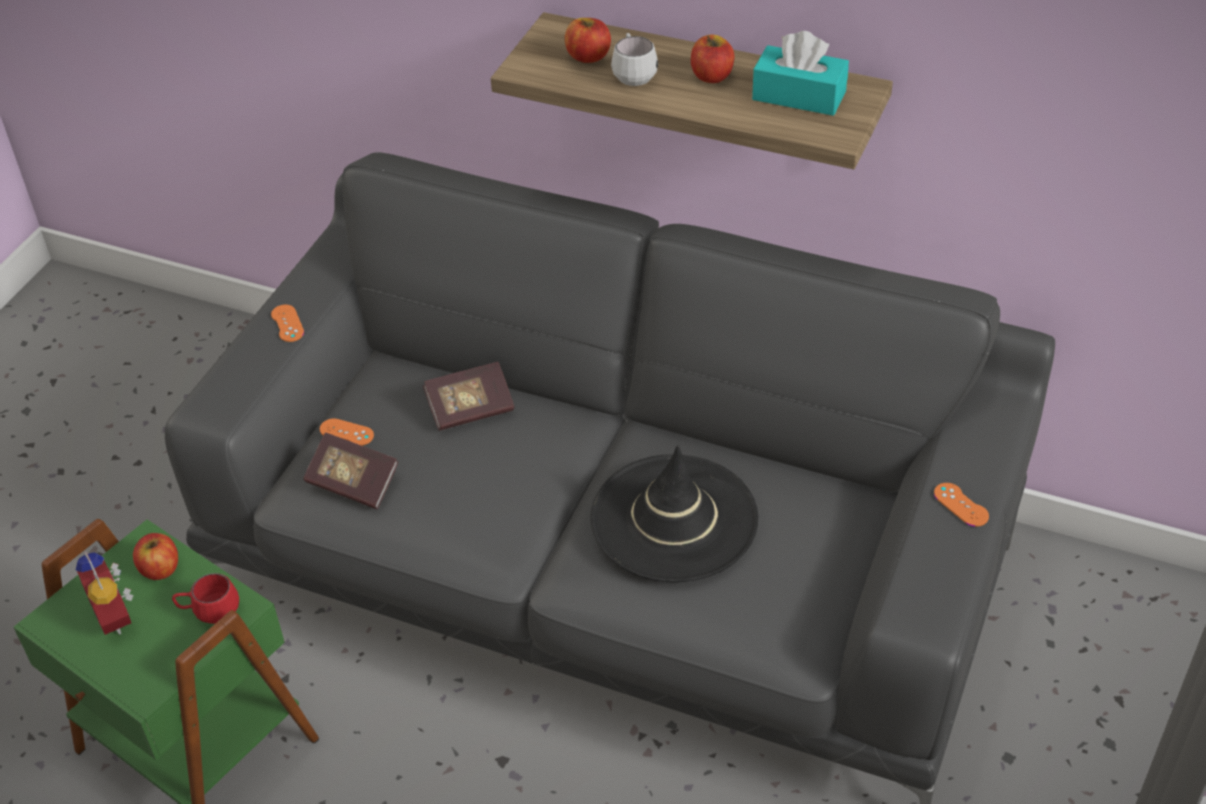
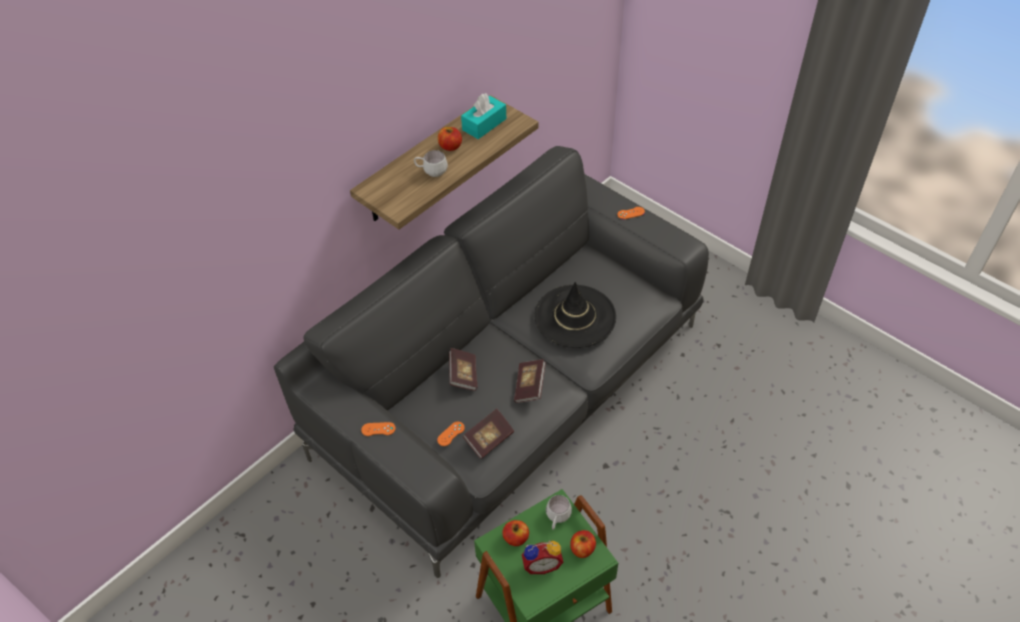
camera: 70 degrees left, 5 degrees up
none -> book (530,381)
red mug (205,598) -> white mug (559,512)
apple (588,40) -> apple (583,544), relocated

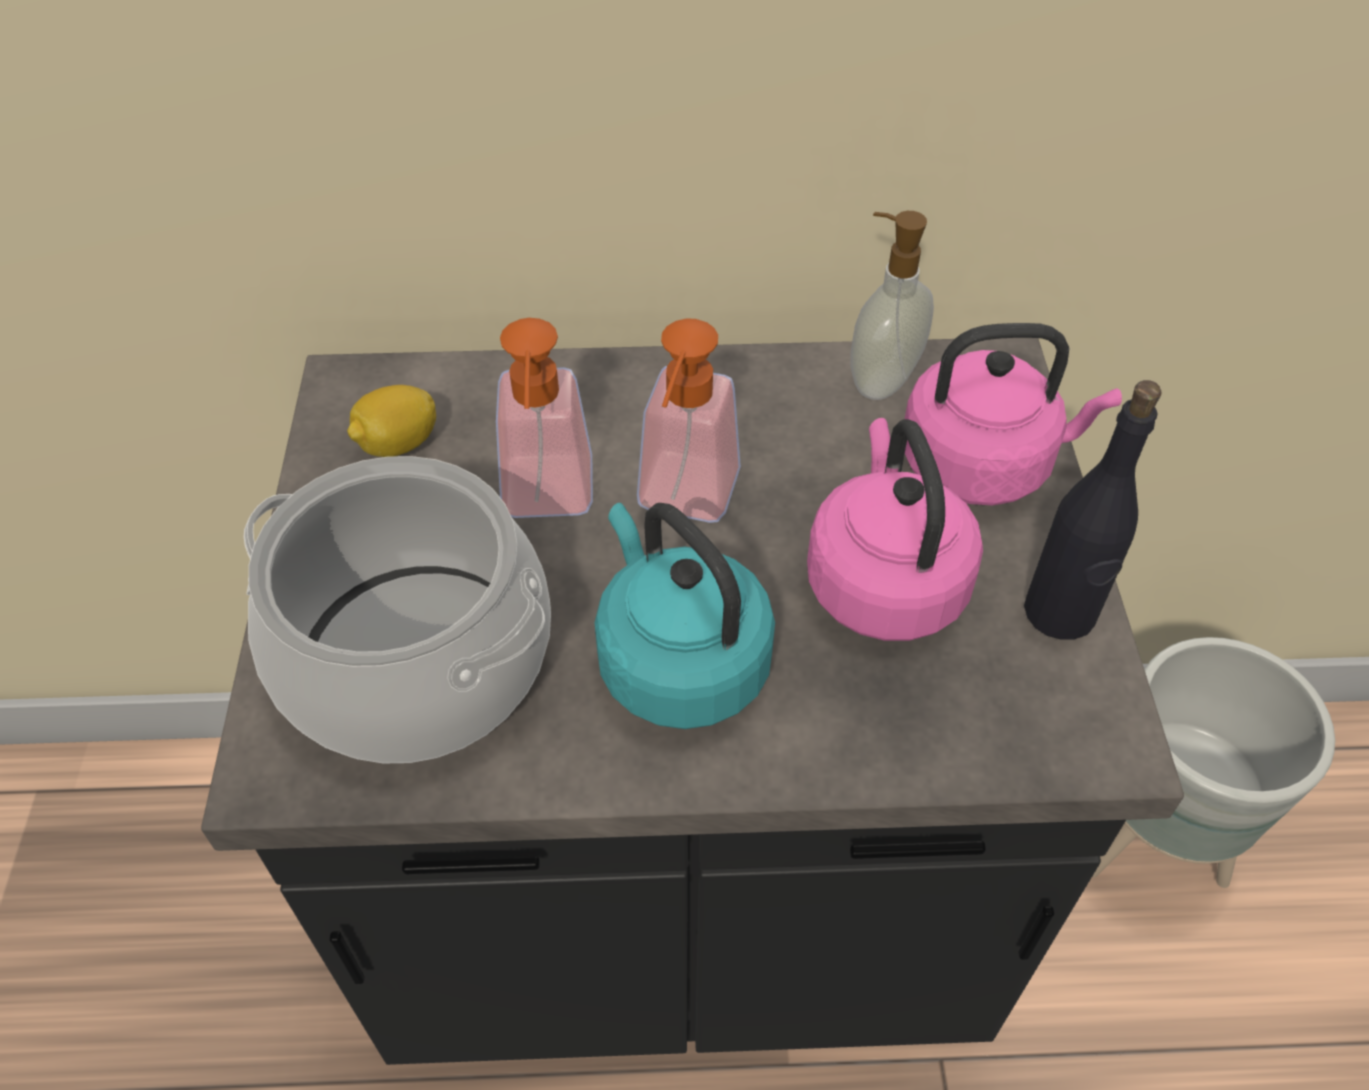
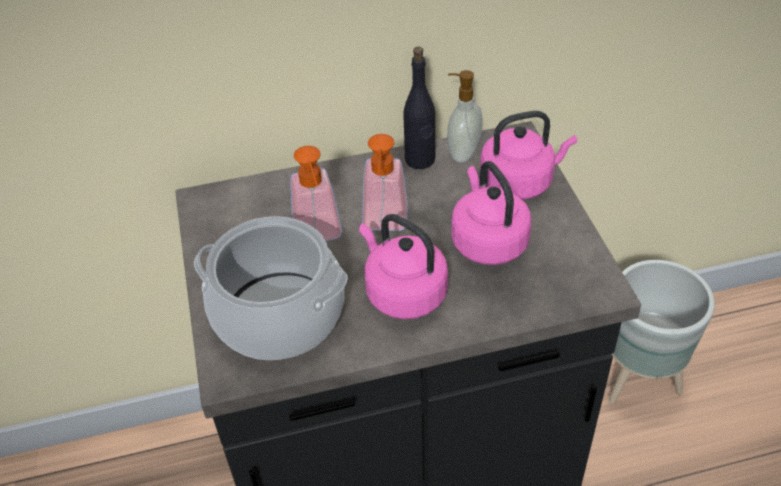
camera: 10 degrees left, 5 degrees down
turquoise kettle (685,616) -> pink kettle (403,266)
black bottle (1093,510) -> black bottle (419,108), relocated
lemon (391,421) -> none

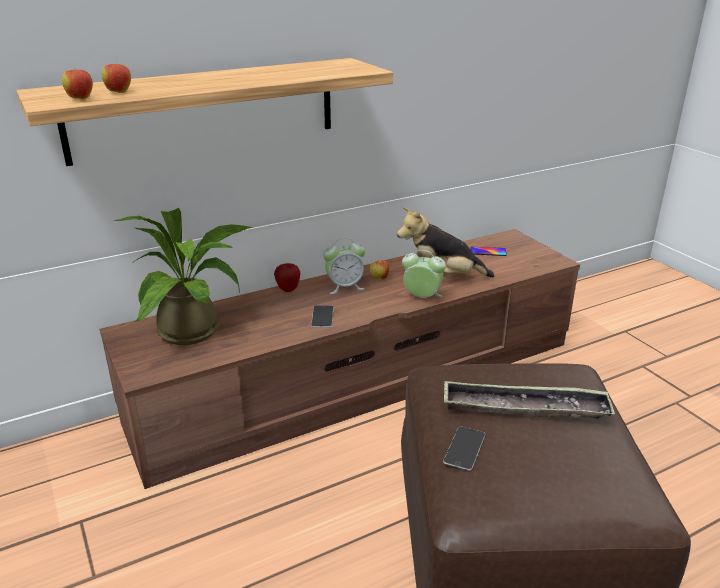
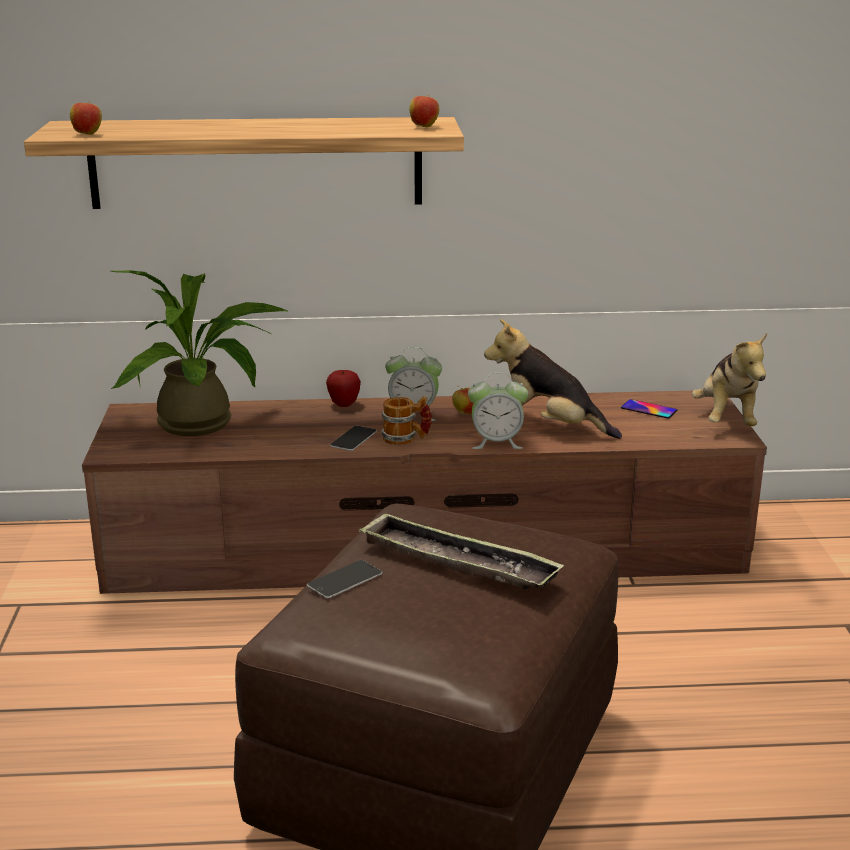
camera: 25 degrees right, 5 degrees down
none -> mug (406,420)
apple (116,77) -> apple (424,111), relocated
alarm clock (424,274) -> alarm clock (498,410), 135 degrees clockwise
none -> plush toy (729,379)

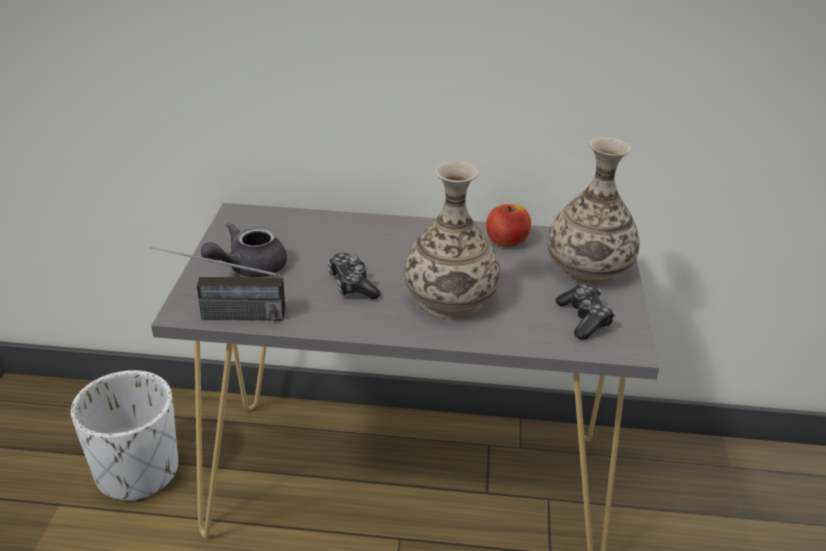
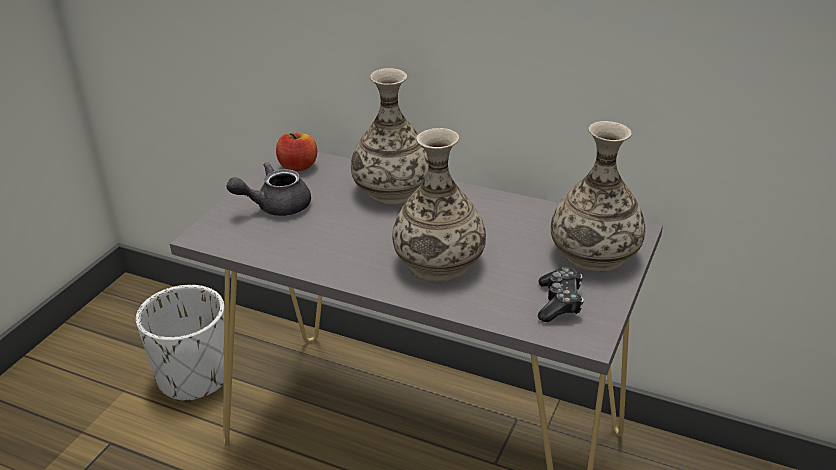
camera: 20 degrees right, 0 degrees up
apple (508,225) -> apple (296,151), relocated
none -> vase (390,136)
radio (217,283) -> none
game controller (354,276) -> none

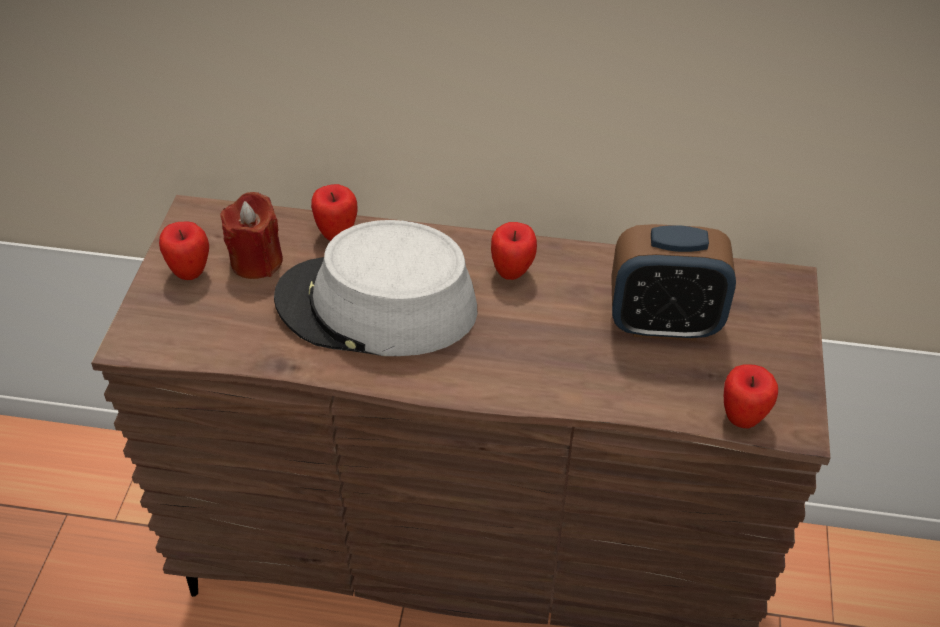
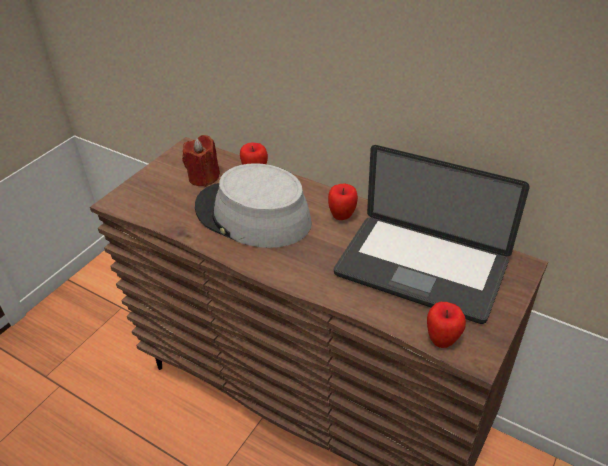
camera: 25 degrees right, 5 degrees down
alarm clock (674,282) -> laptop (432,234)
apple (184,250) -> none

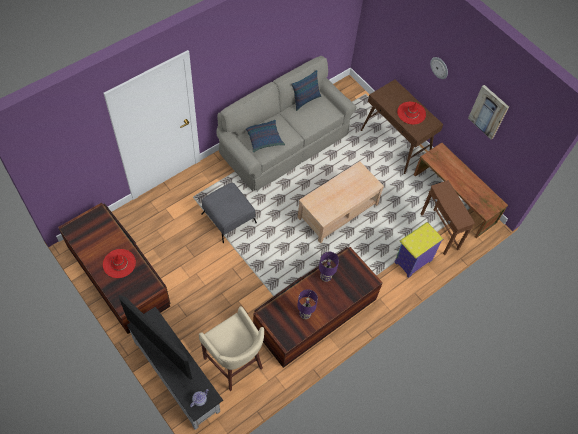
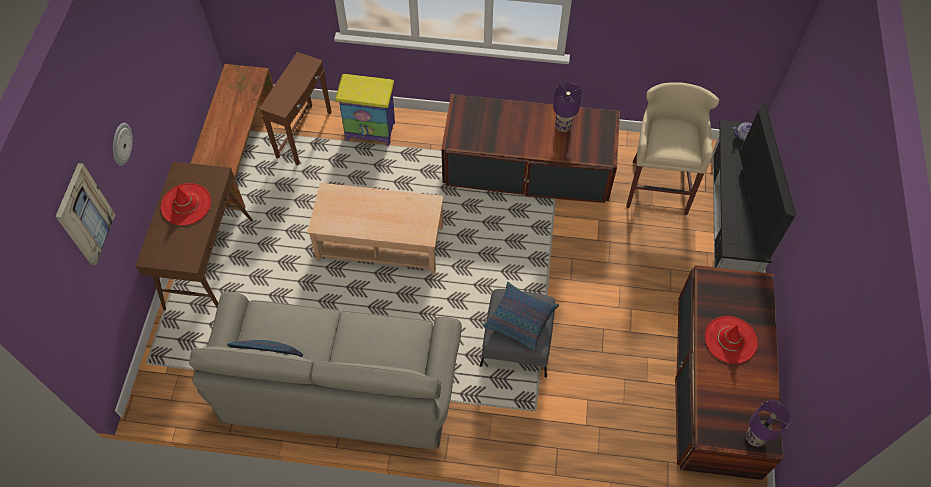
camera: 130 degrees left, 0 degrees up
picture (488,112) -> picture (85,214), relocated
blue pillow (265,136) -> blue pillow (521,316), relocated
purple table lamp (329,267) -> purple table lamp (768,423), relocated

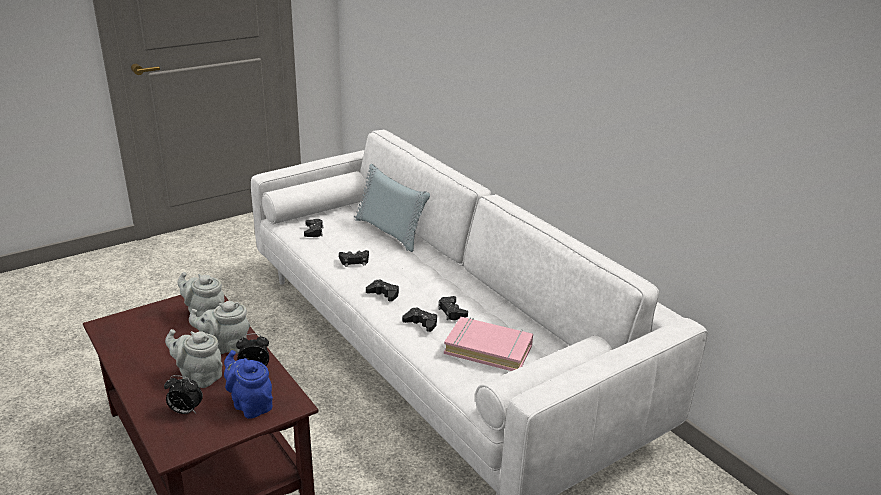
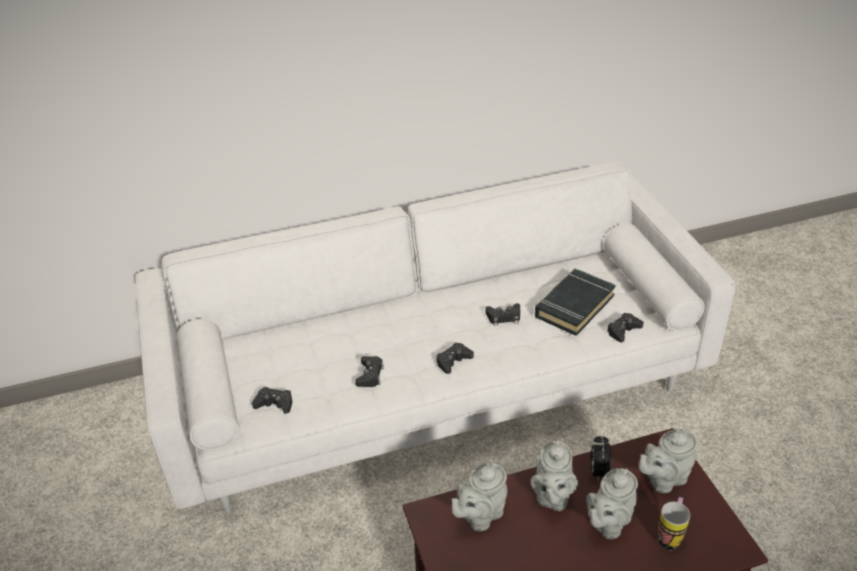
camera: 70 degrees left, 10 degrees up
pink book (488,344) -> black book (575,302)
black game controller (419,319) -> black game controller (625,327), relocated
blue teapot (248,384) -> grey teapot (668,461)
alarm clock (183,394) -> mug (674,523)
blue pillow (392,208) -> none

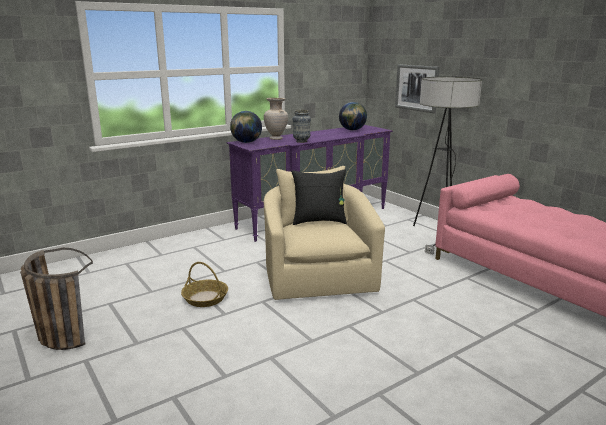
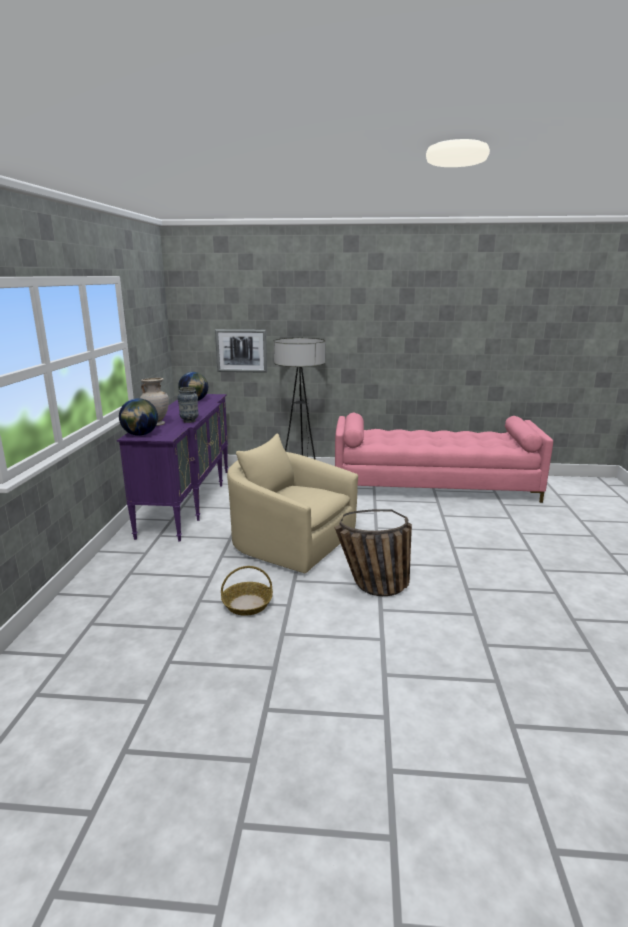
camera: 50 degrees left, 0 degrees up
basket (56,299) -> basket (373,552), relocated
black pillow (319,197) -> none

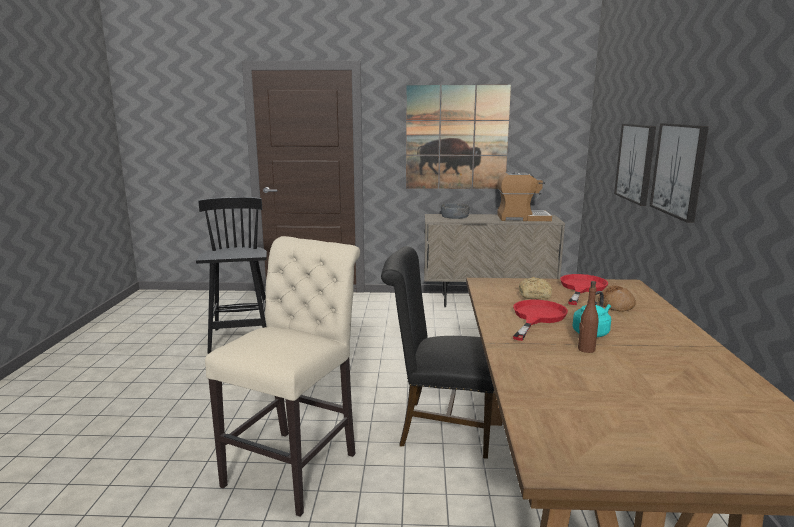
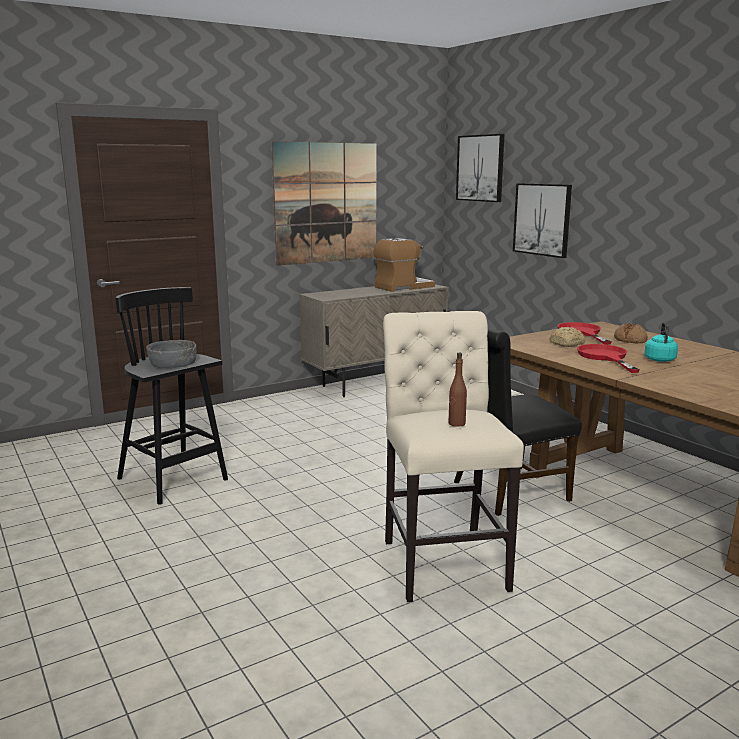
camera: 35 degrees left, 0 degrees up
grey bowl (455,211) -> grey bowl (171,354), relocated
brown bottle (588,317) -> brown bottle (457,390), relocated
picture (679,173) -> picture (480,168), relocated

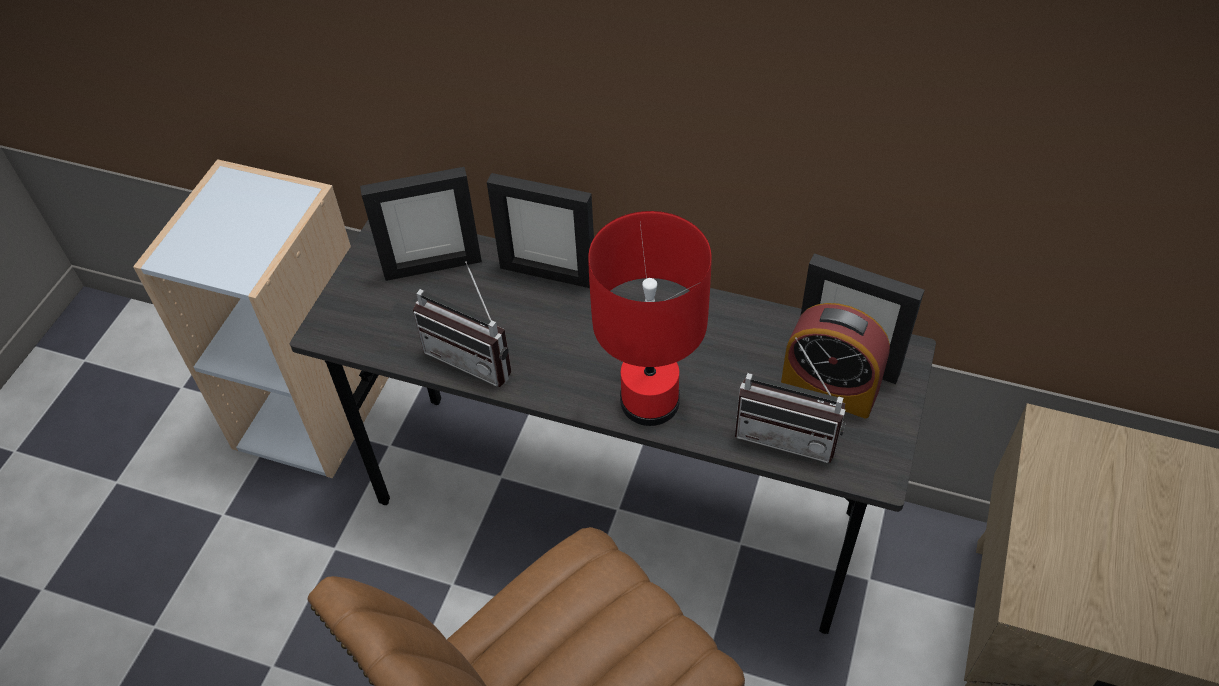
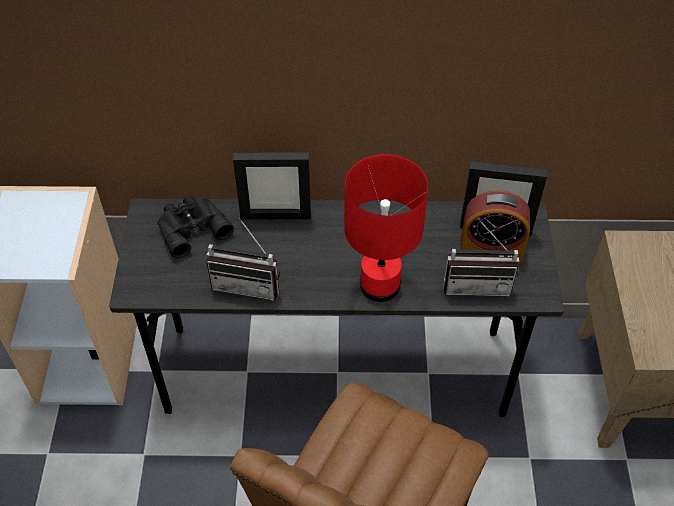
camera: 20 degrees left, 0 degrees up
picture frame (421,224) -> black binoculars (196,227)

